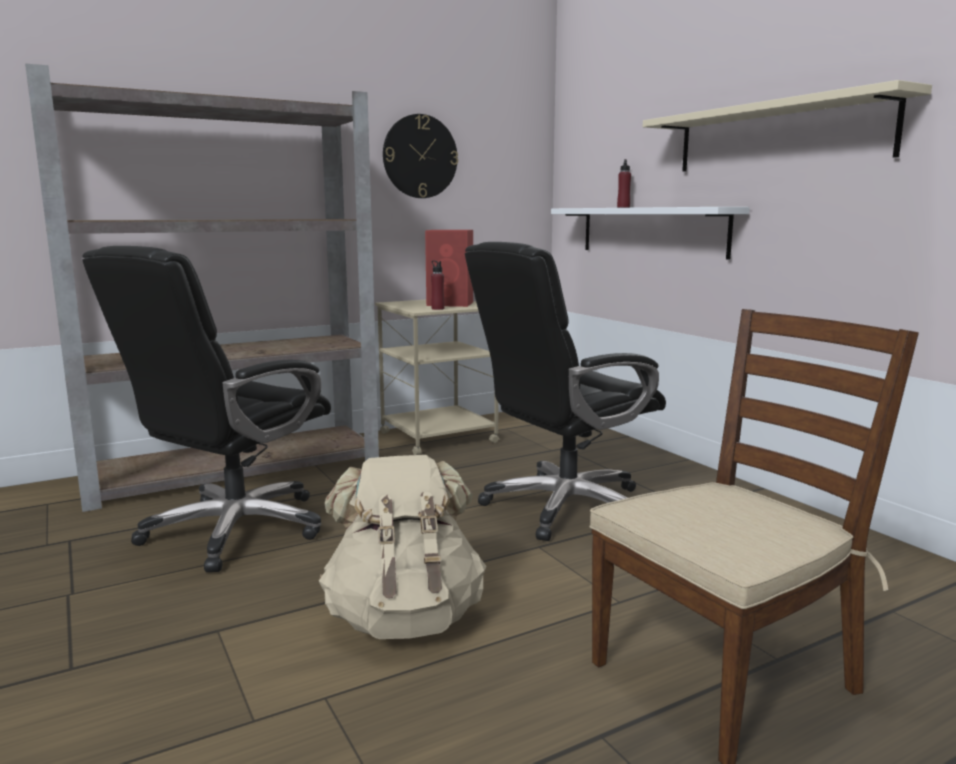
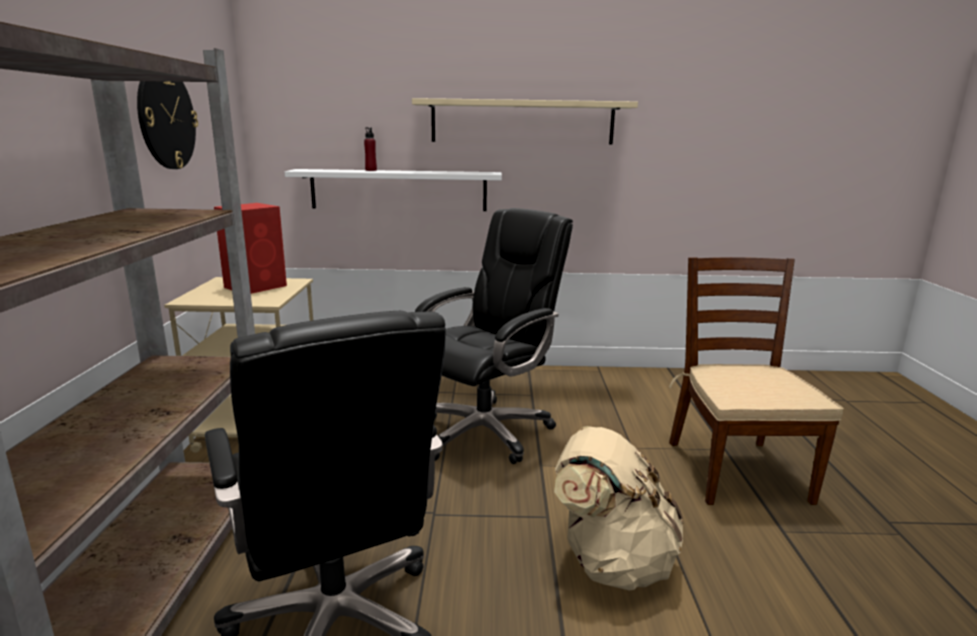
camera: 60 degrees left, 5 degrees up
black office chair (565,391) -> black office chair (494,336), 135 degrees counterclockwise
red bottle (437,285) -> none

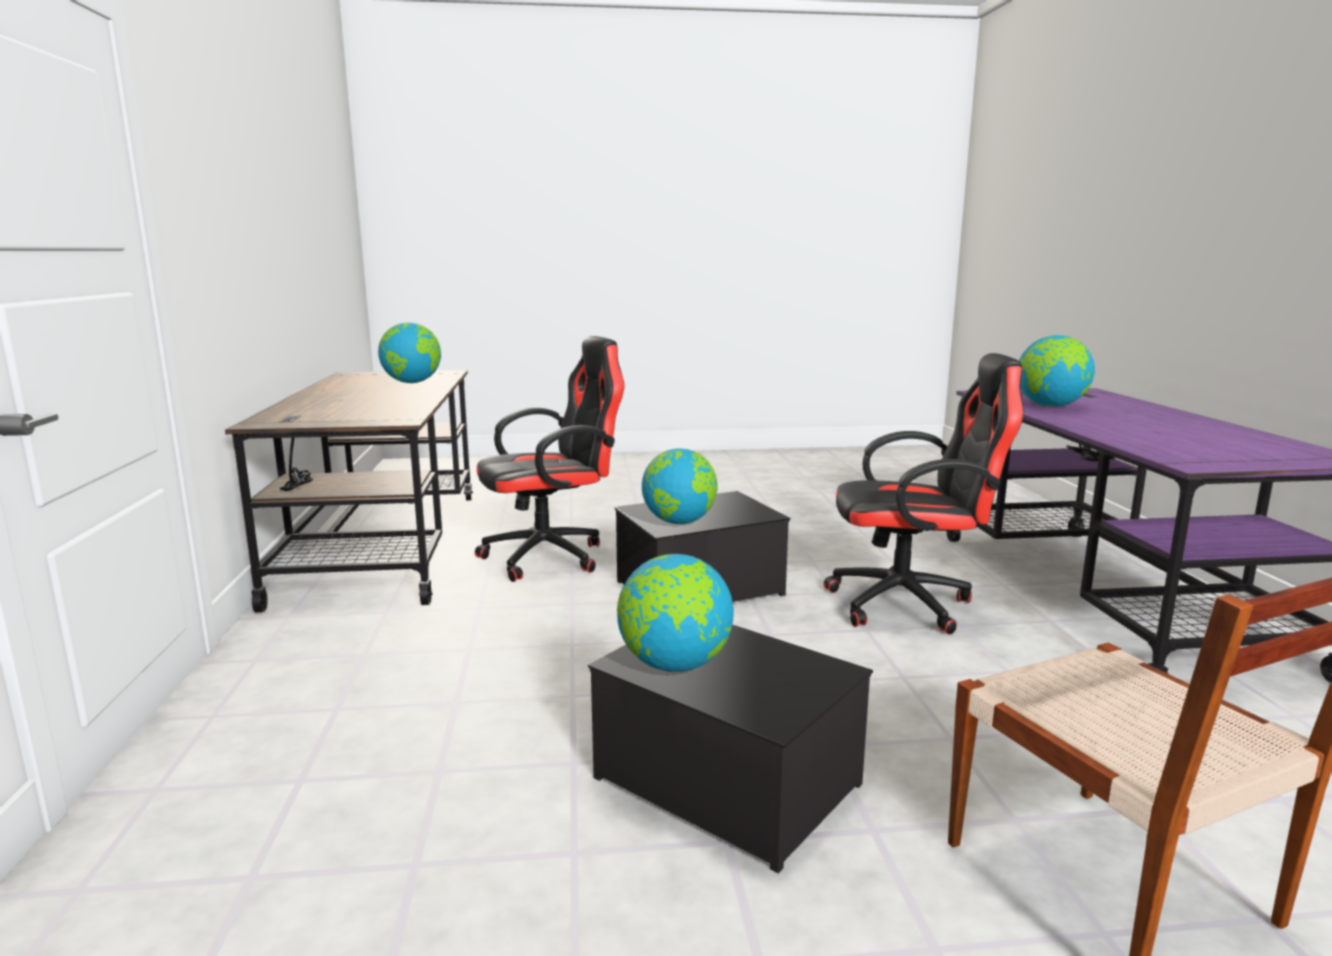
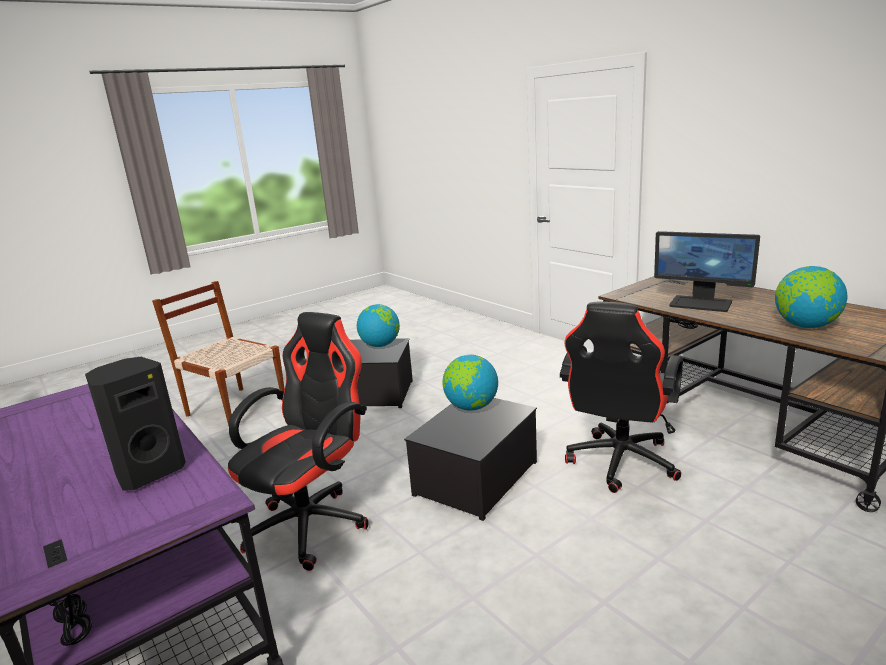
camera: 150 degrees right, 5 degrees up
globe (1057,371) -> black speaker (135,423)
black office chair (924,494) -> black office chair (298,441), 150 degrees clockwise
none -> monitor (707,271)

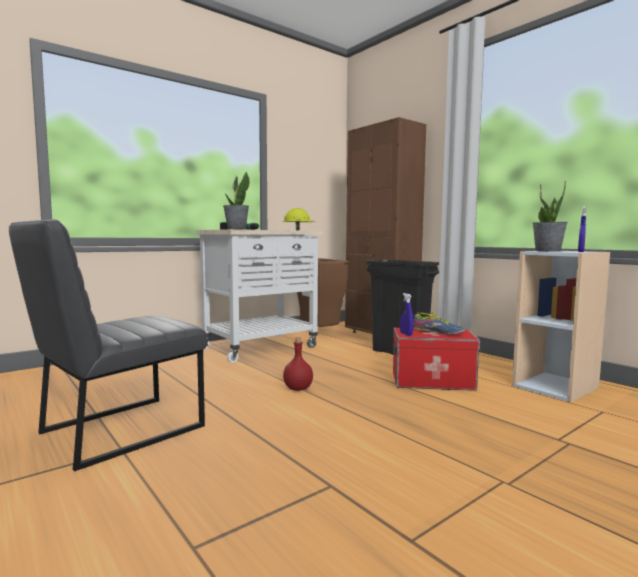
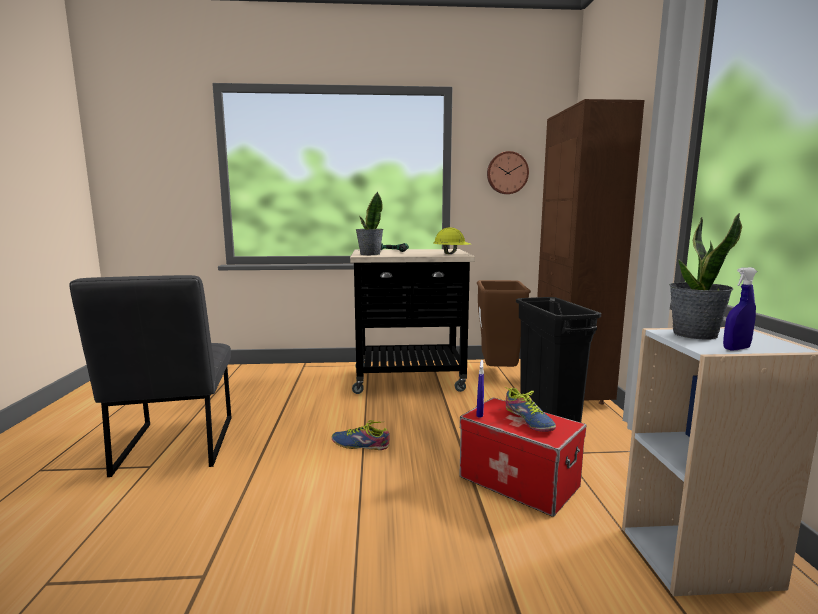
camera: 35 degrees right, 5 degrees up
grey chair (108,345) -> grey chair (150,376), 90 degrees counterclockwise
red bottle (298,364) -> shoe (360,435)
white cart (259,296) -> black cart (412,321)
none -> wall clock (508,172)

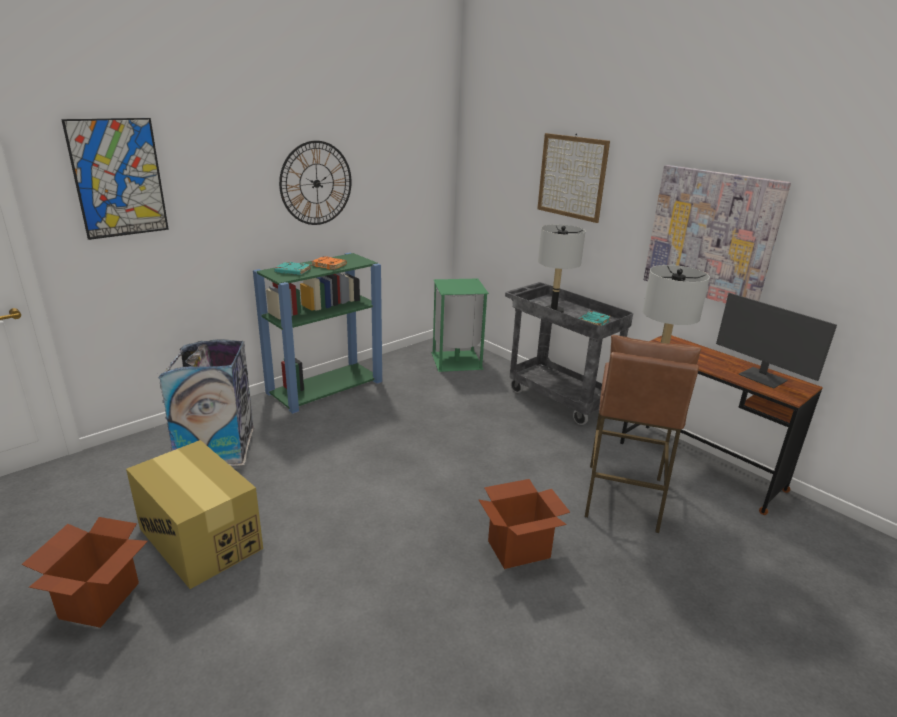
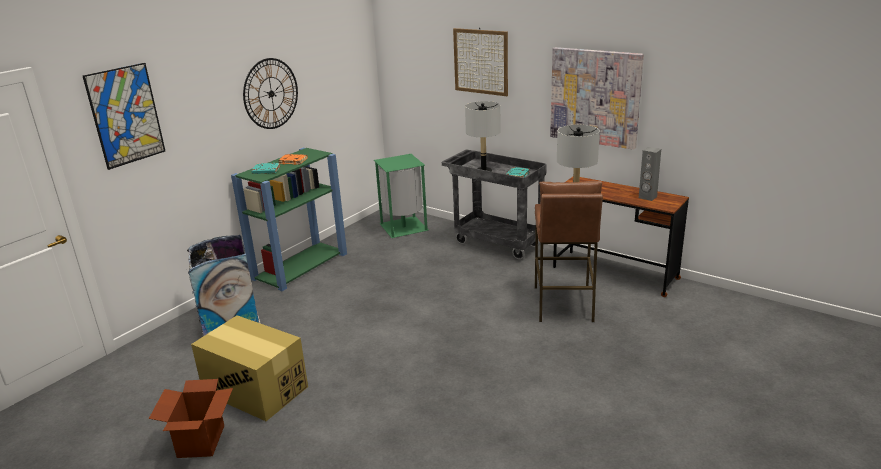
camera: 10 degrees left, 0 degrees up
monitor (776,341) -> grey speaker (650,174)
cardboard box (524,524) -> none

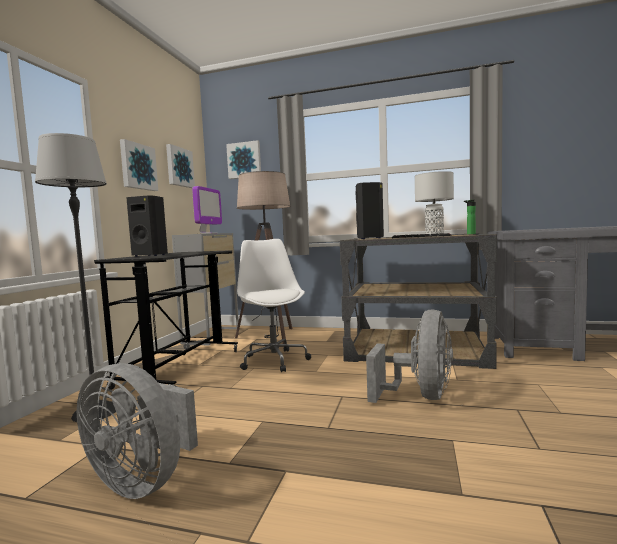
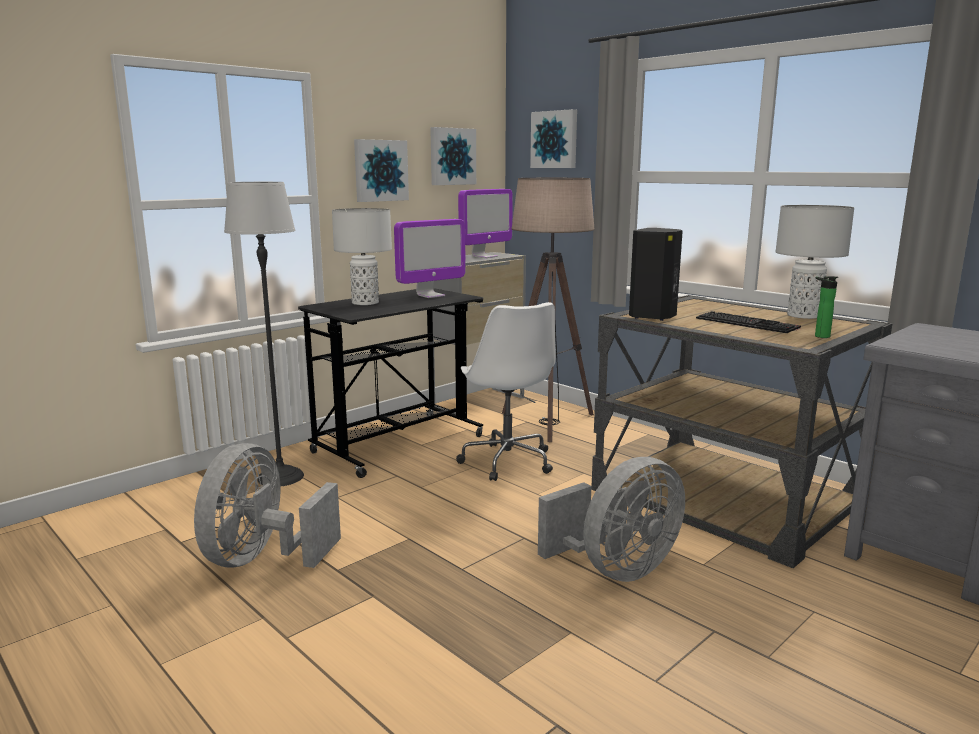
camera: 30 degrees right, 10 degrees up
grey fan (137,431) -> grey fan (267,505), 45 degrees clockwise
black speaker (147,226) -> white table lamp (362,256)
none -> monitor (429,258)
white office chair (274,305) -> white office chair (506,391), 150 degrees clockwise

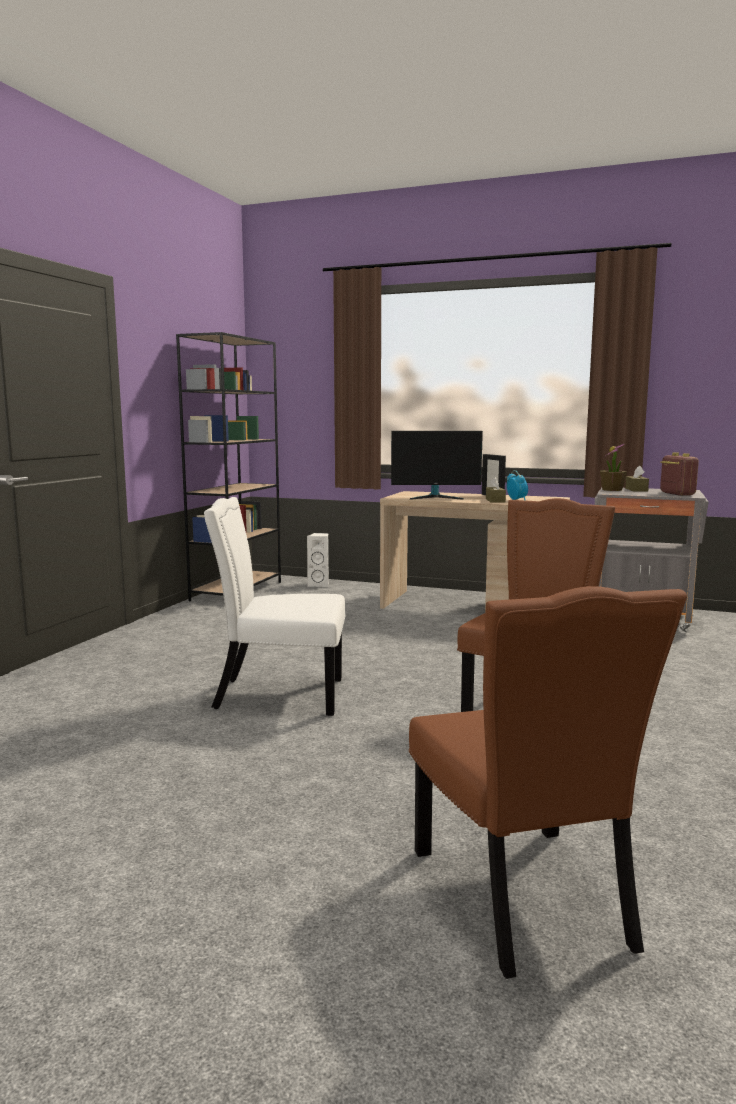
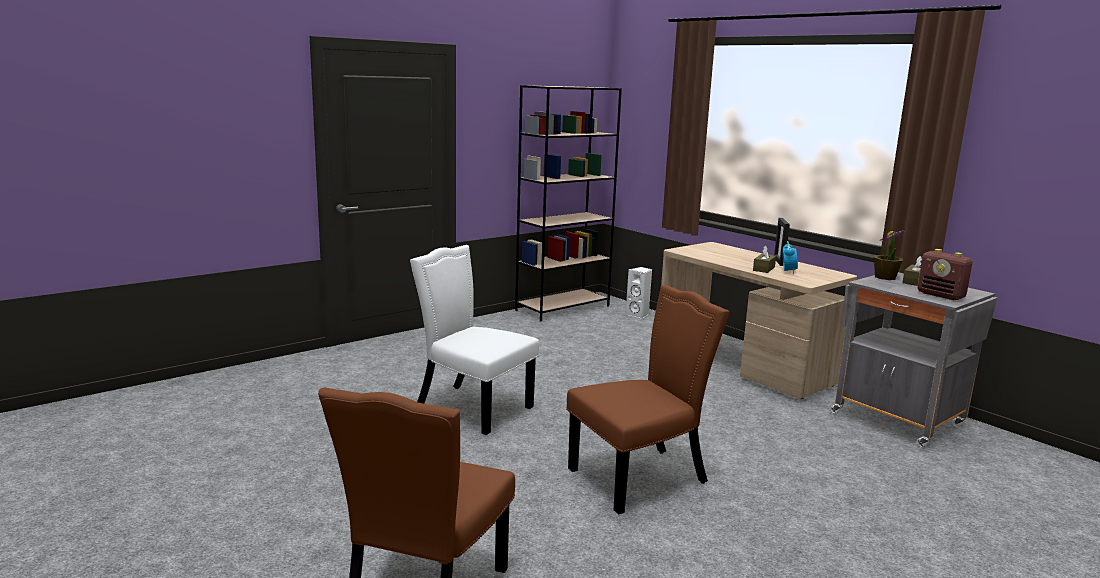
camera: 30 degrees right, 5 degrees up
radio (679,474) -> radio (945,274), 120 degrees clockwise
monitor (437,465) -> none

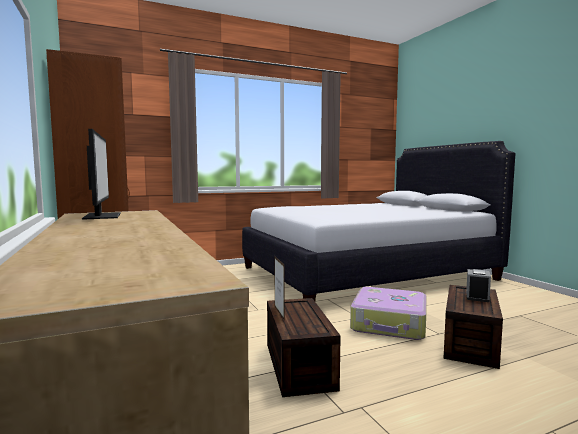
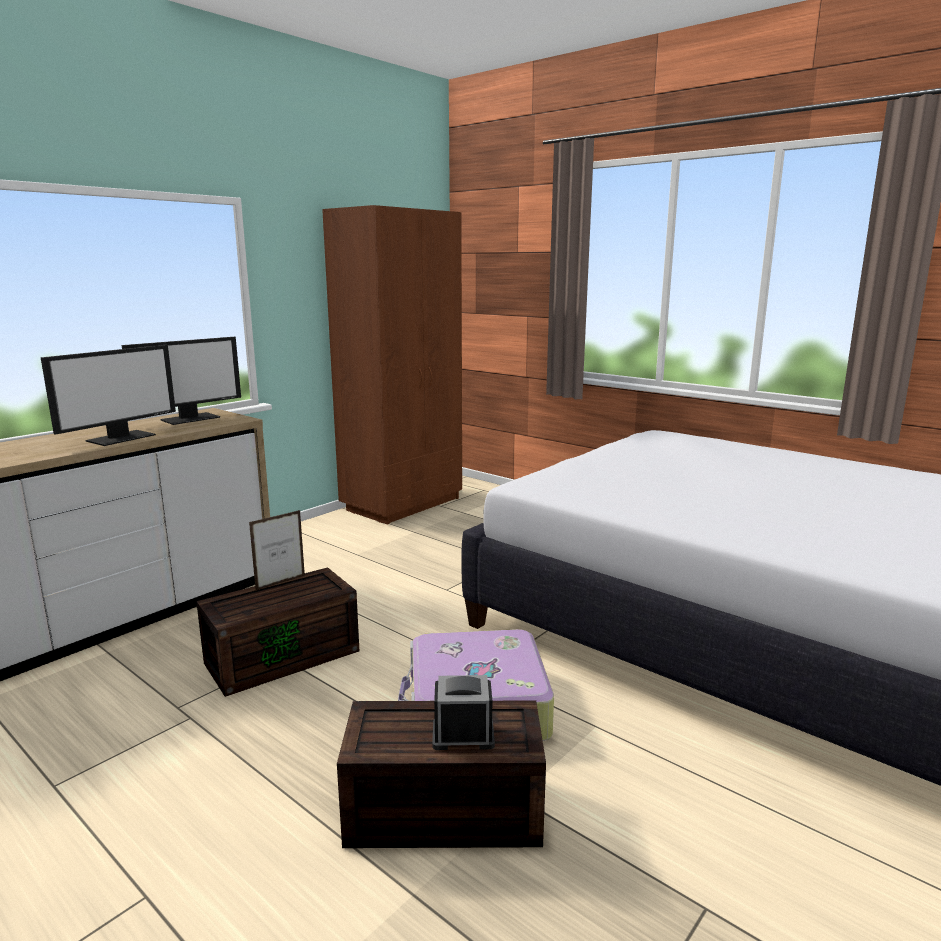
camera: 65 degrees right, 10 degrees up
none -> monitor (108,395)

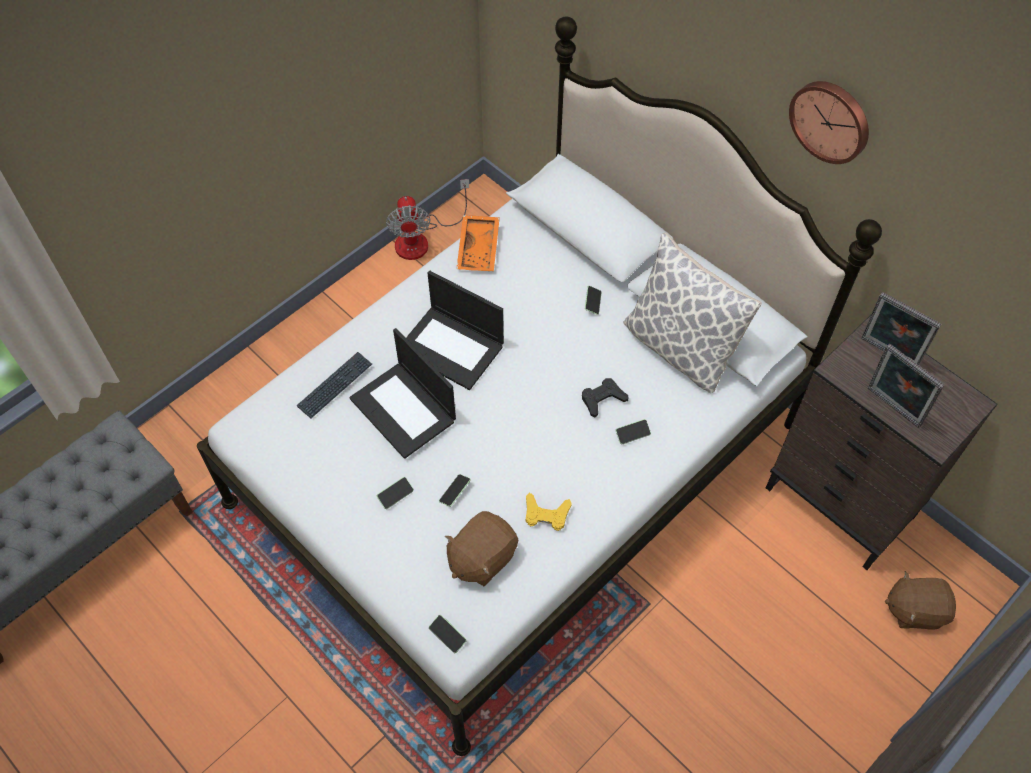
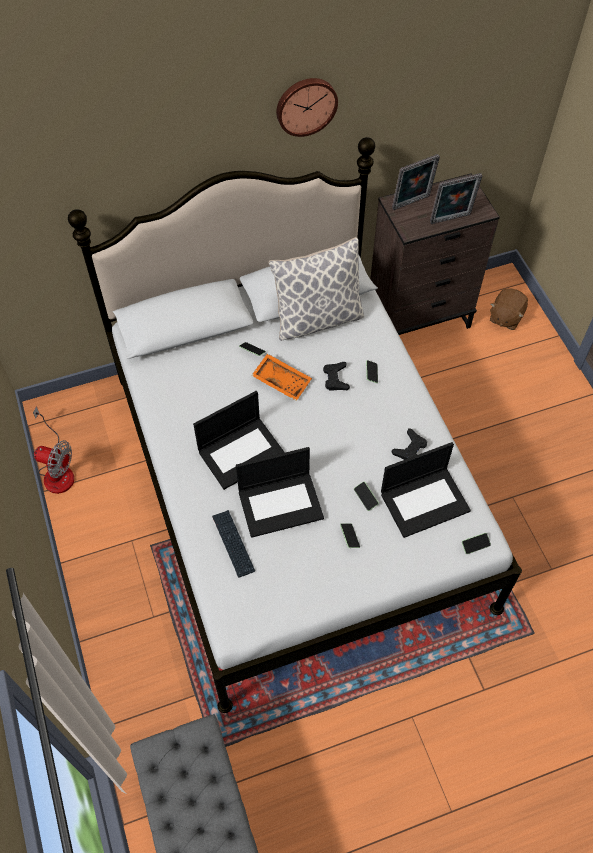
camera: 65 degrees left, 0 degrees up
orange tray (478,243) -> orange tray (282,377), relocated
brown plush toy (481,548) -> laptop (426,490)
yellow game controller (549,512) -> black game controller (409,444)

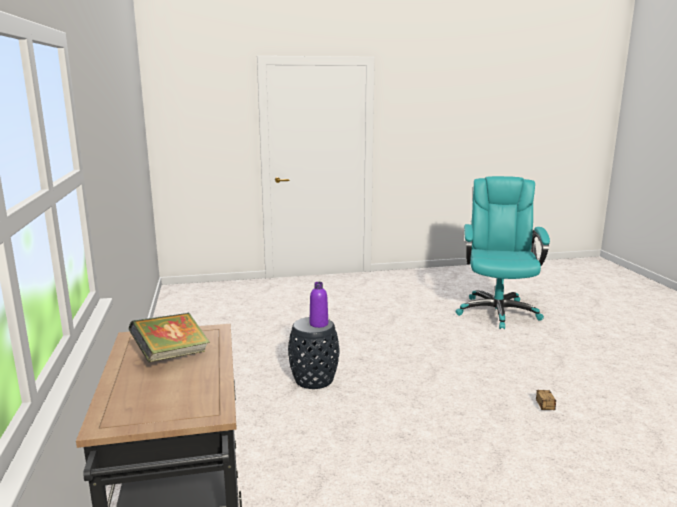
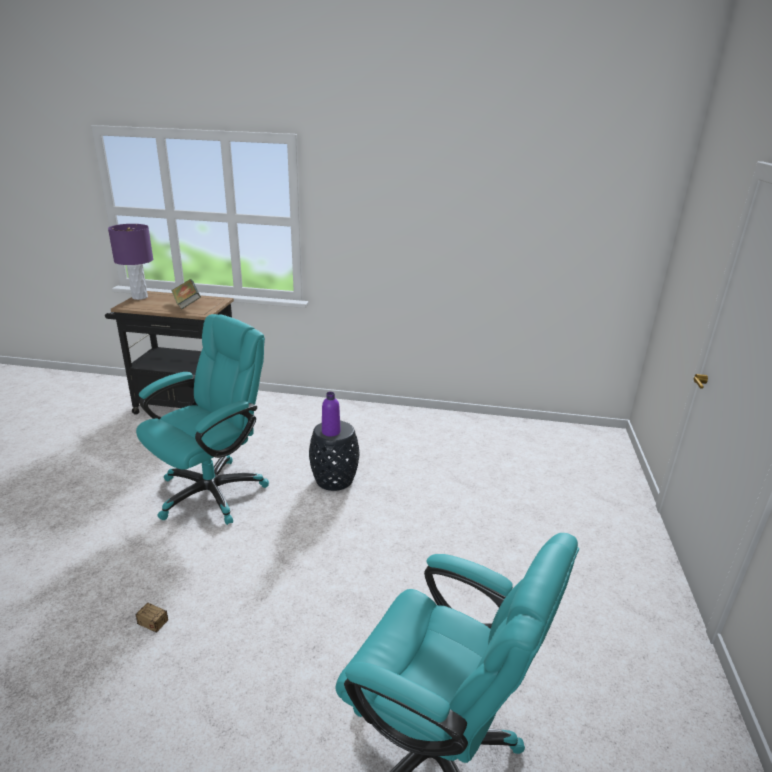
camera: 110 degrees right, 10 degrees up
none -> purple table lamp (130,262)
none -> turquoise office chair (202,419)

